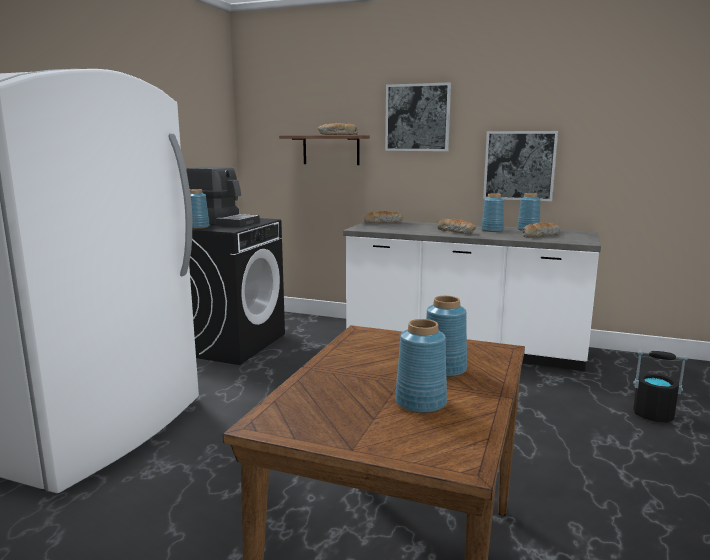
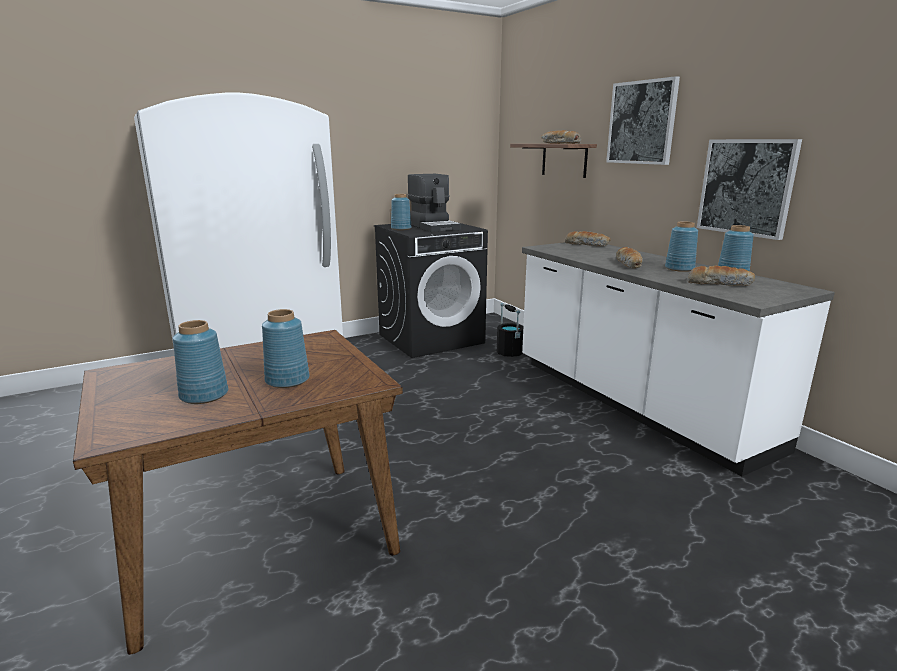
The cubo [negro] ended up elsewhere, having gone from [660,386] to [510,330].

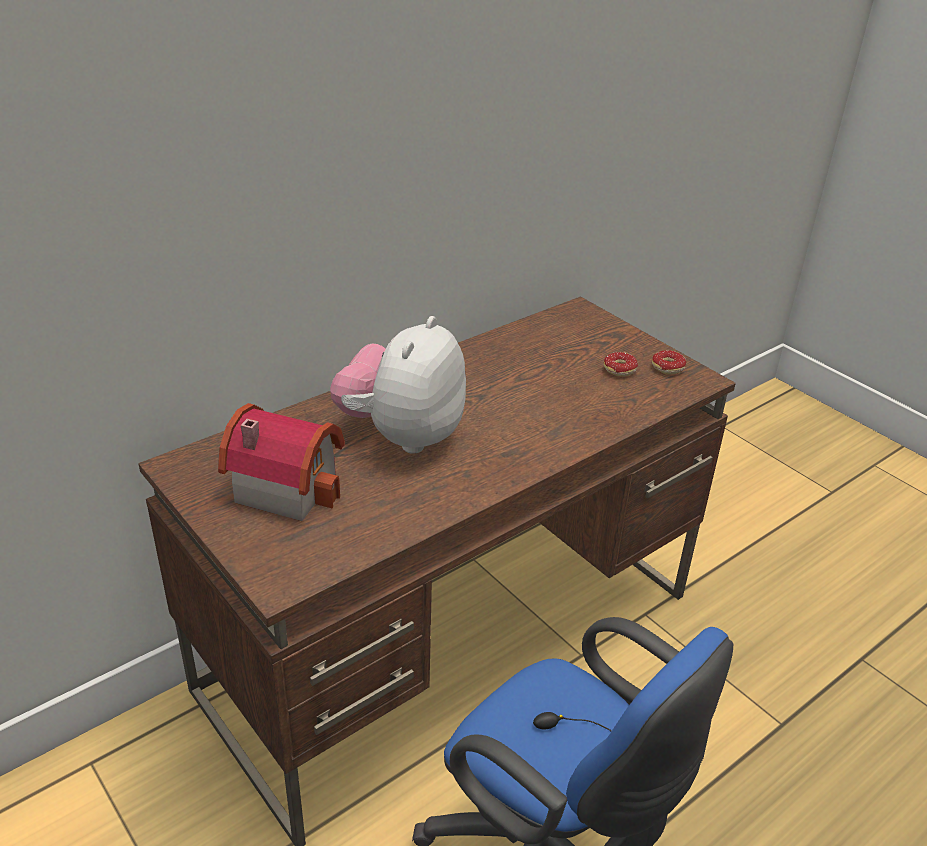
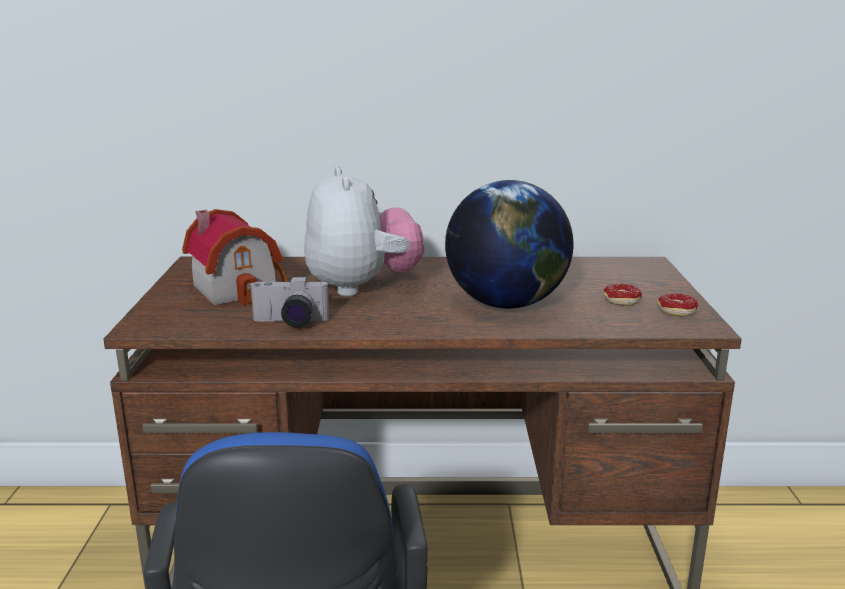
The second view gained the cámara at [289,302].
The peluche at [398,385] ended up facing another way, 105 degrees clockwise from before.
The second view gained the globo terráqueo at [509,244].

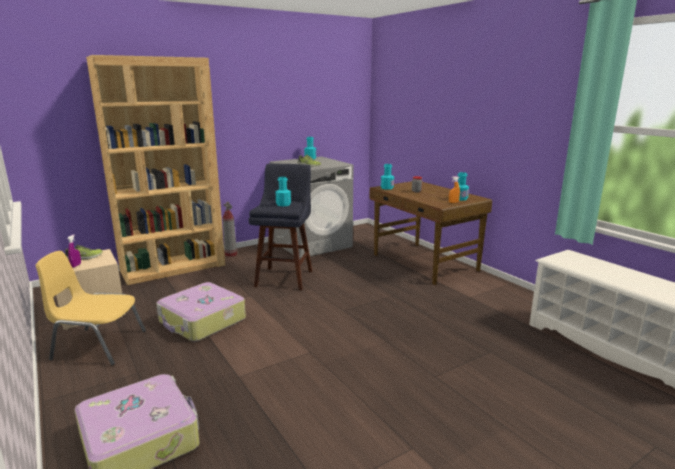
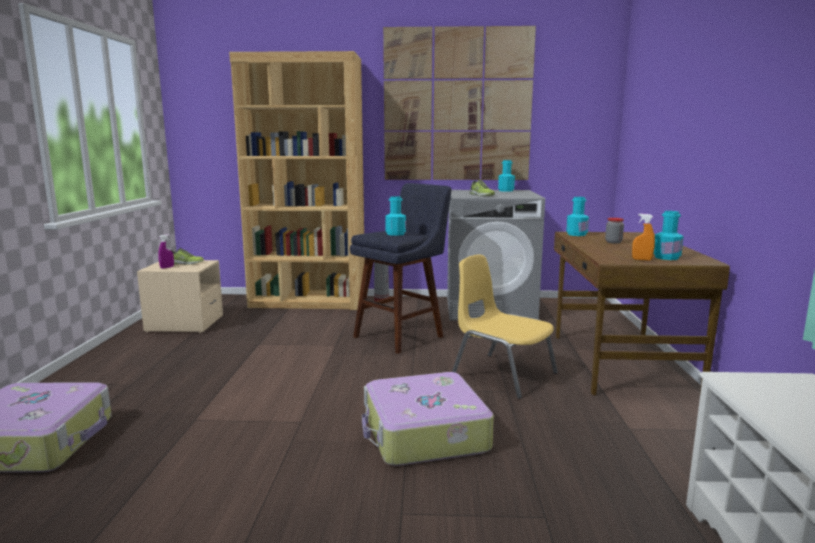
The maleta ended up elsewhere, having gone from [201,312] to [428,419].
The second view gained the cuadro at [459,103].
The silla [amarillo] ended up elsewhere, having gone from [91,308] to [505,326].

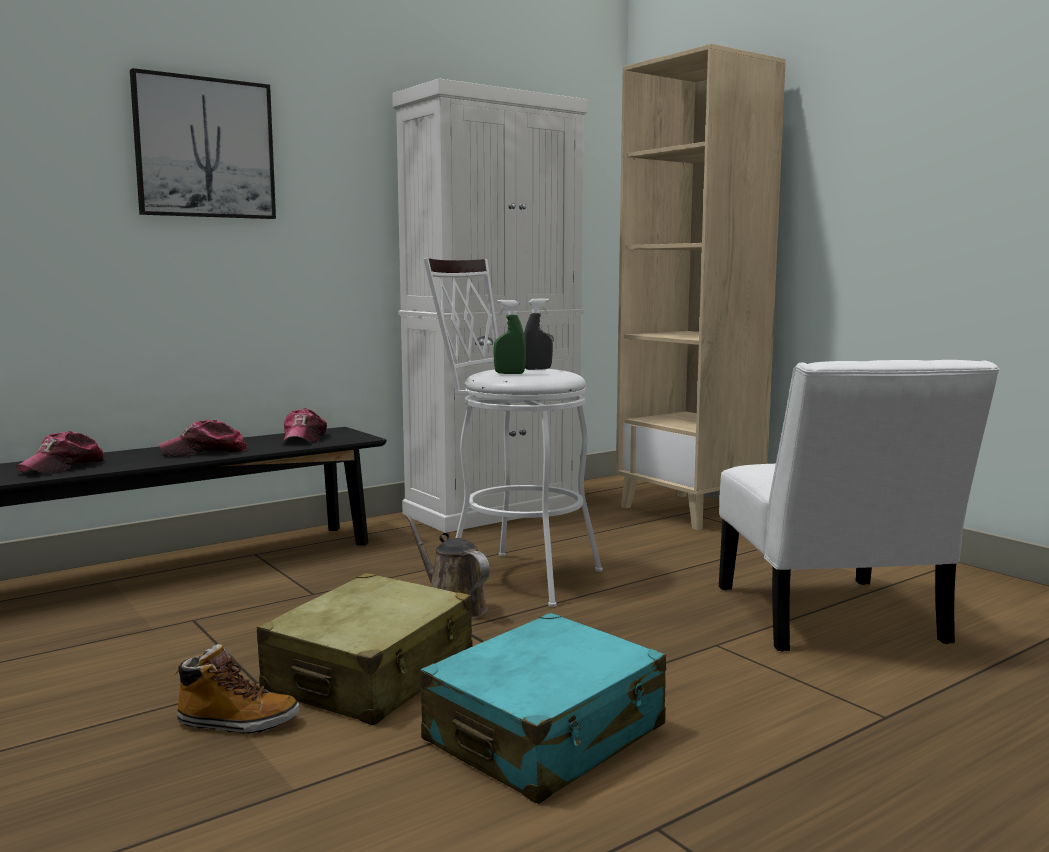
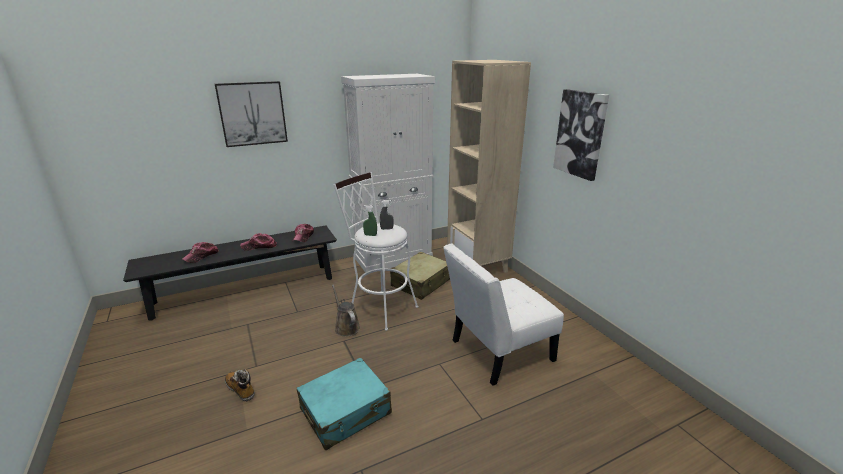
The bota at [237,689] ended up facing another way, 150 degrees counterclockwise from before.
The maleta [beis] ended up elsewhere, having gone from [365,649] to [420,276].
The silla [blanco] at [859,505] ended up facing another way, 60 degrees clockwise from before.
The second view gained the cuadro at [581,135].

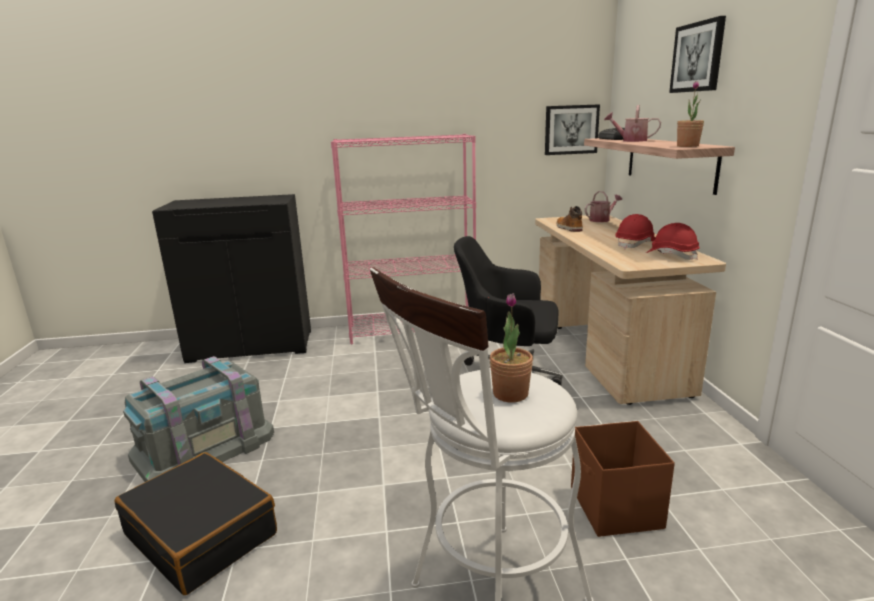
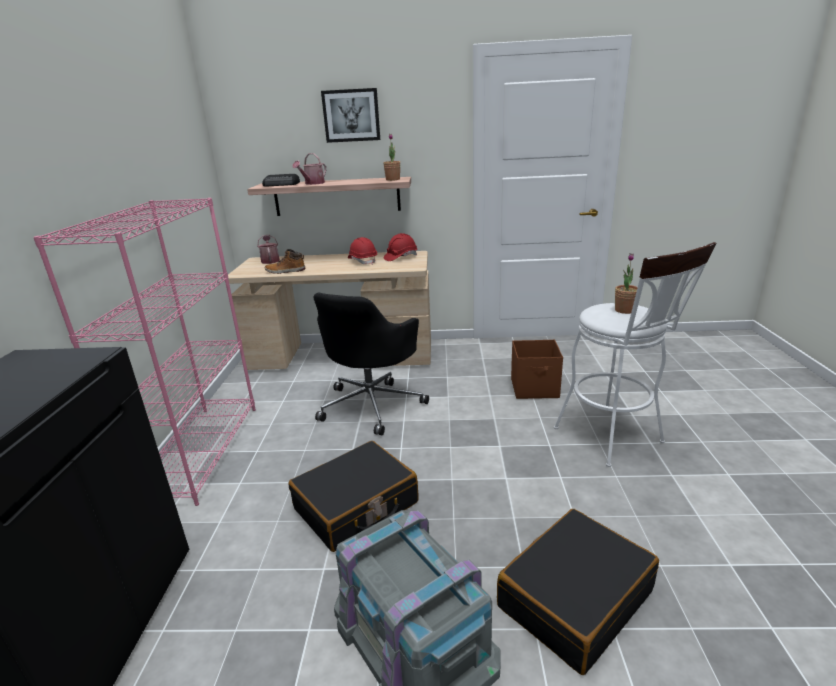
The second view gained the maleta [negro] at [353,496].
The second view lost the cuadro at [572,129].

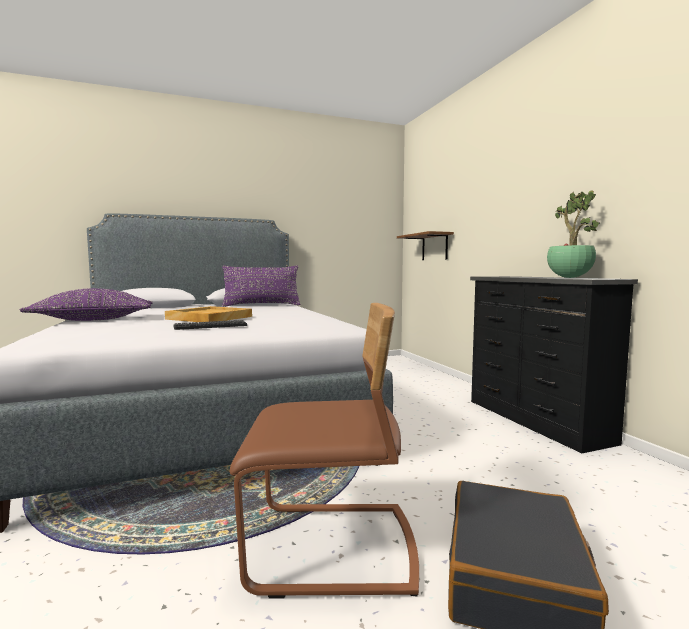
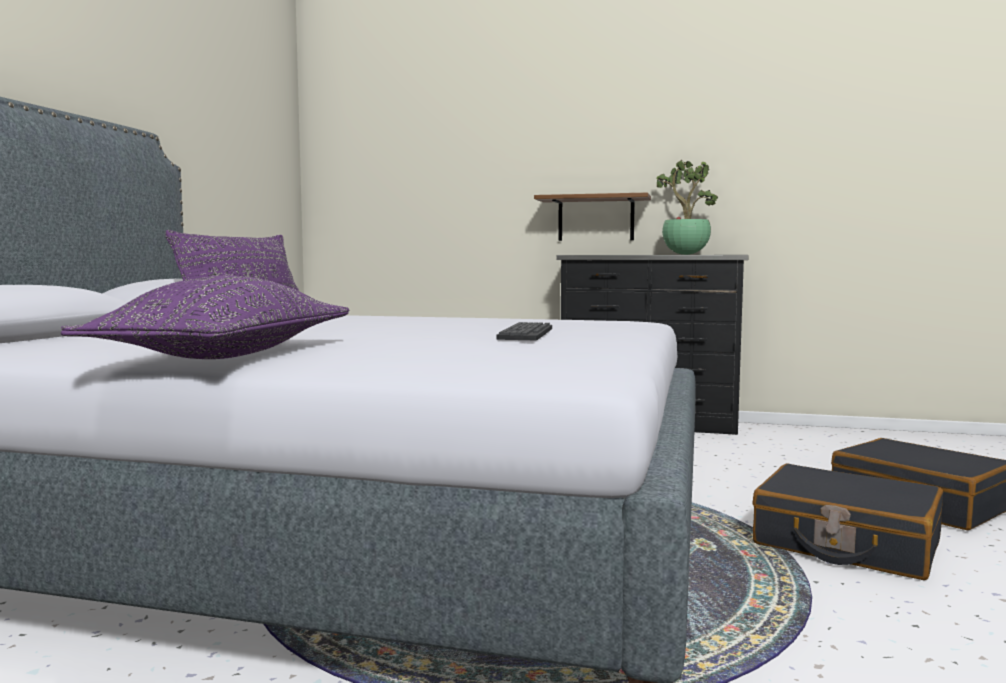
The estante ended up elsewhere, having gone from [425,245] to [592,216].
Where the silla [marrón] stood at [324,451], the maleta [negro] came to stand at [847,521].
The second view lost the bandeja [beis] at [208,314].

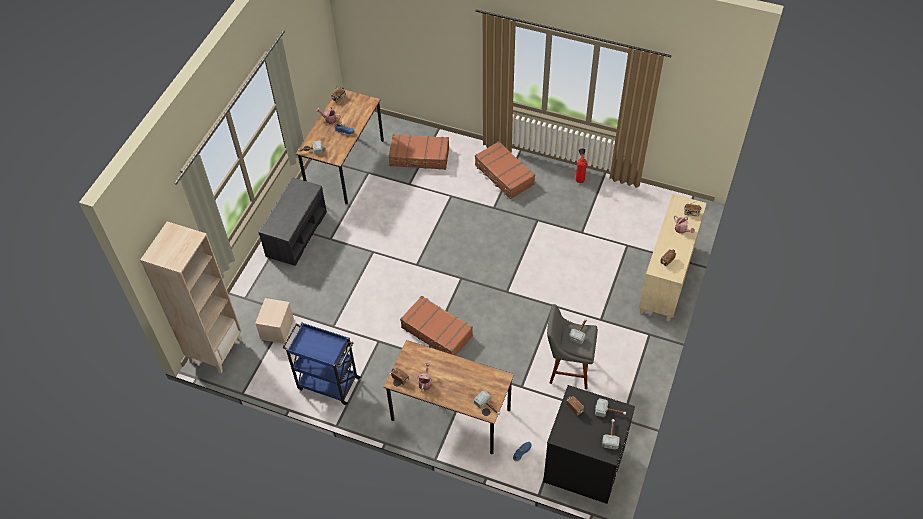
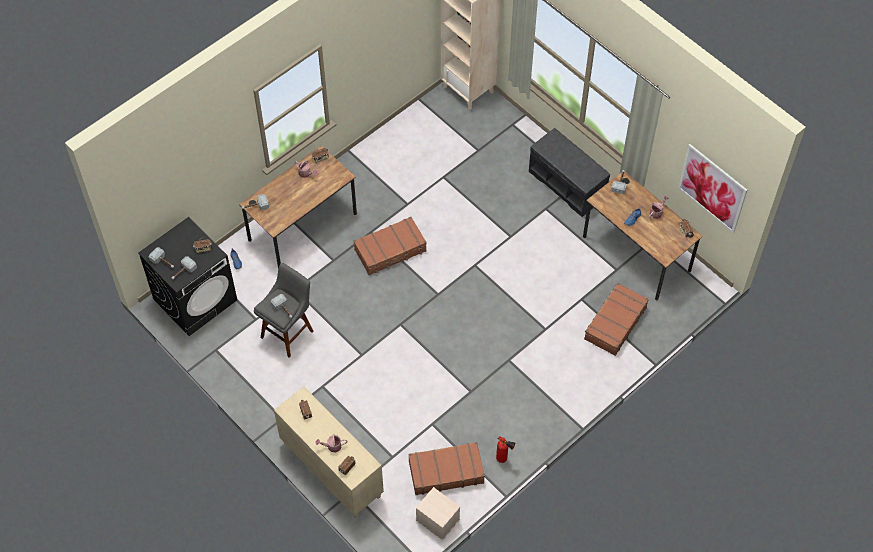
The maleta [marrón] ended up elsewhere, having gone from [505,170] to [447,468].
The caja de almacenaje [beis] ended up elsewhere, having gone from [274,321] to [438,513].
The second view gained the cuadro at [712,188].
The second view lost the carrito [azul] at [322,363].

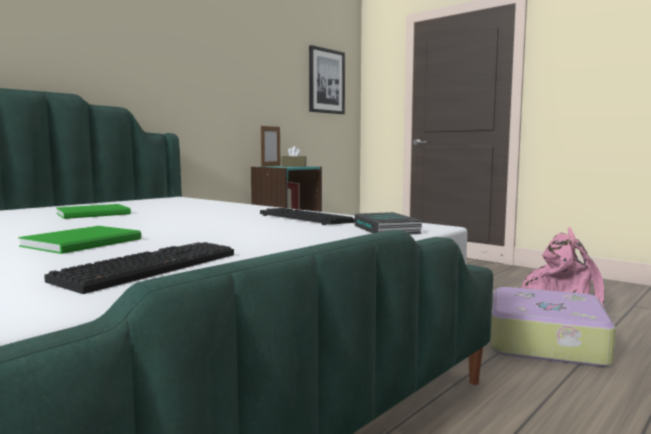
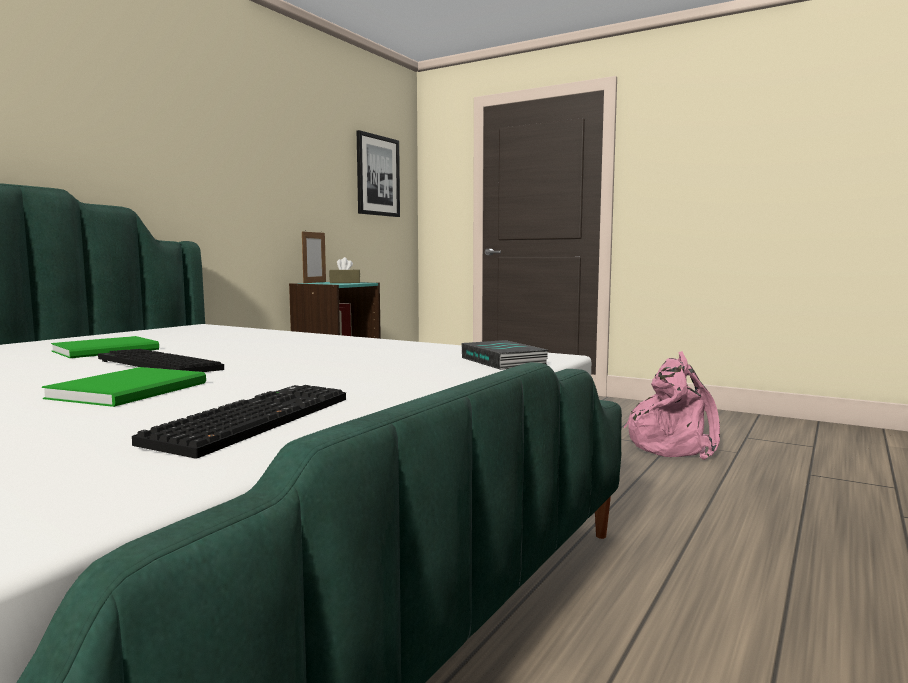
The teclado ended up elsewhere, having gone from [307,216] to [161,360].
The second view lost the maleta at [553,327].

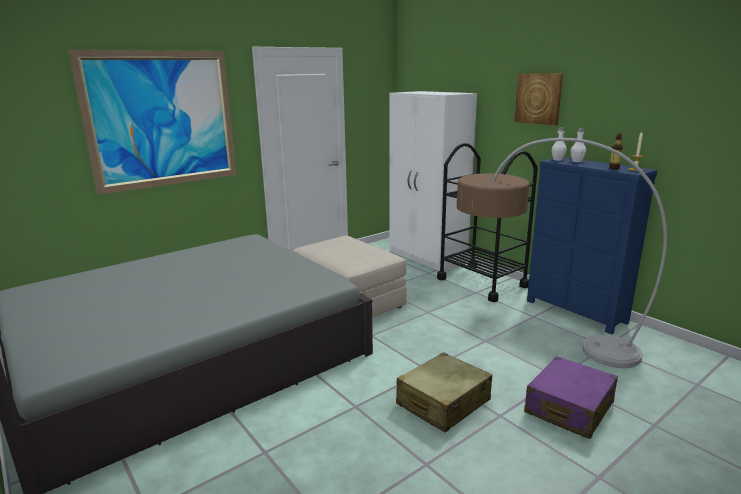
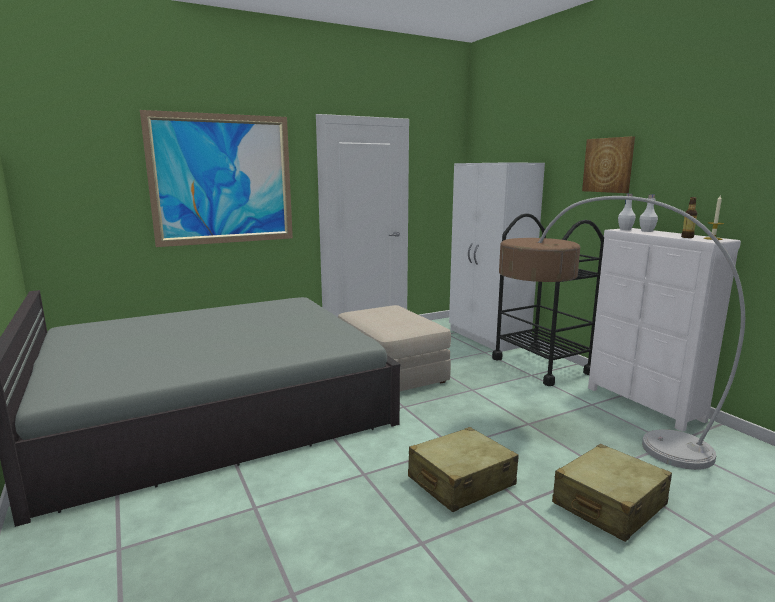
What was the maleta [morado] at [571,397] turned into the maleta [beis] at [612,493].
What was the cómoda [azul] at [592,245] turned into the cómoda [blanco] at [664,330].

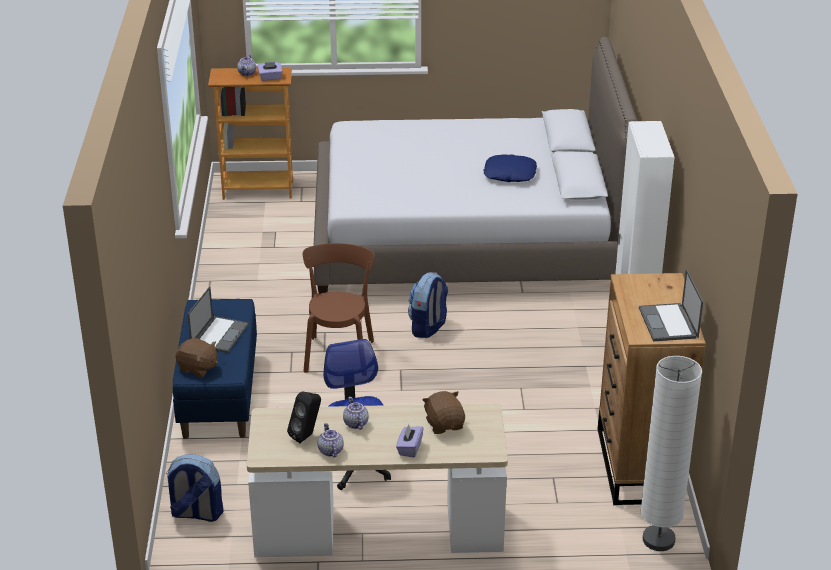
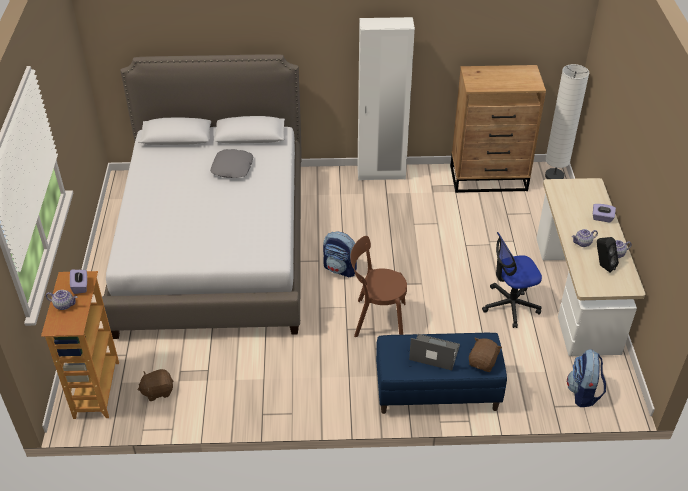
The peluche [marrón] ended up elsewhere, having gone from [443,412] to [155,385].
What was the cojín [azul] at [510,168] turned into the cojín [gris] at [232,163].
The second view lost the portátil at [671,305].

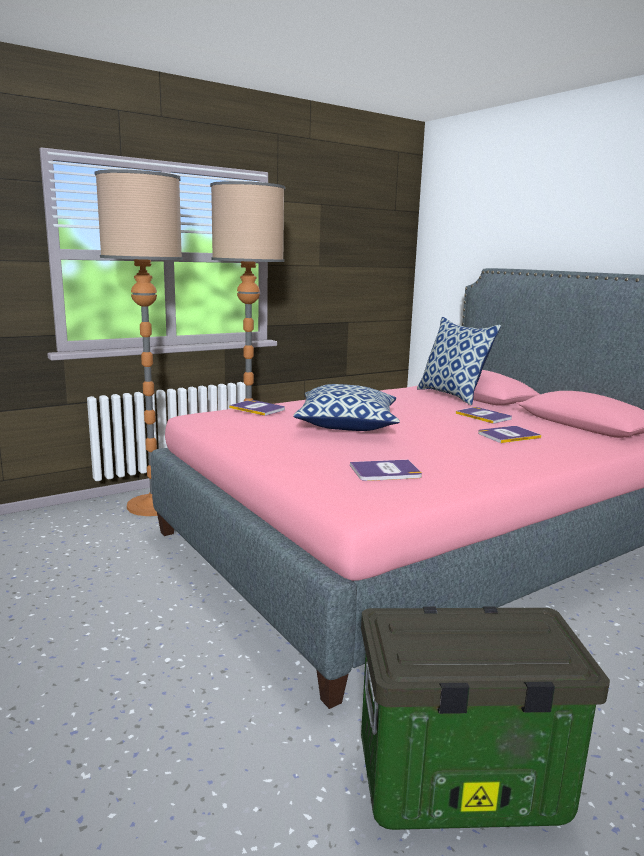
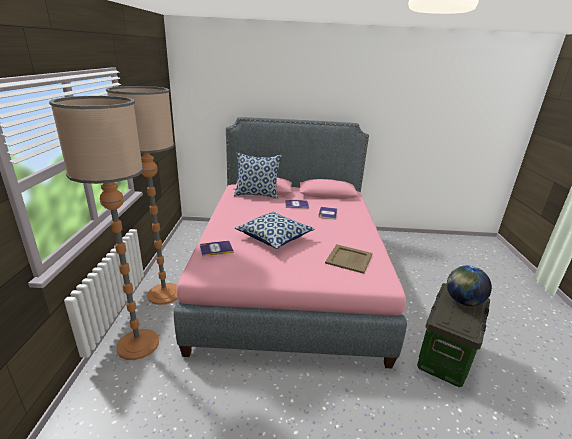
Where the libro stood at [386,470], the bandeja [beis] came to stand at [349,259].
The second view gained the globo terráqueo at [469,286].

